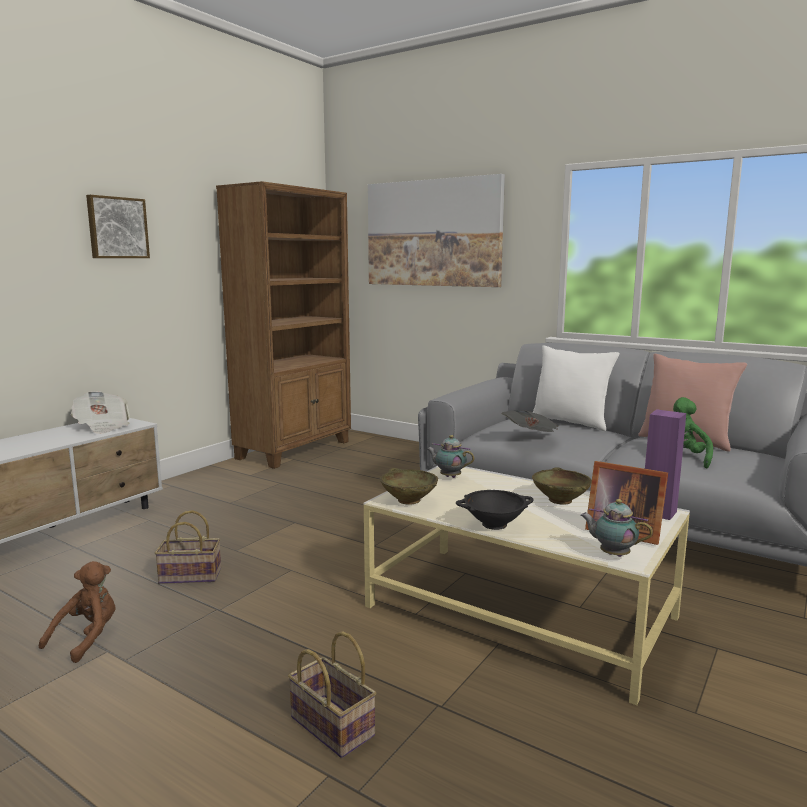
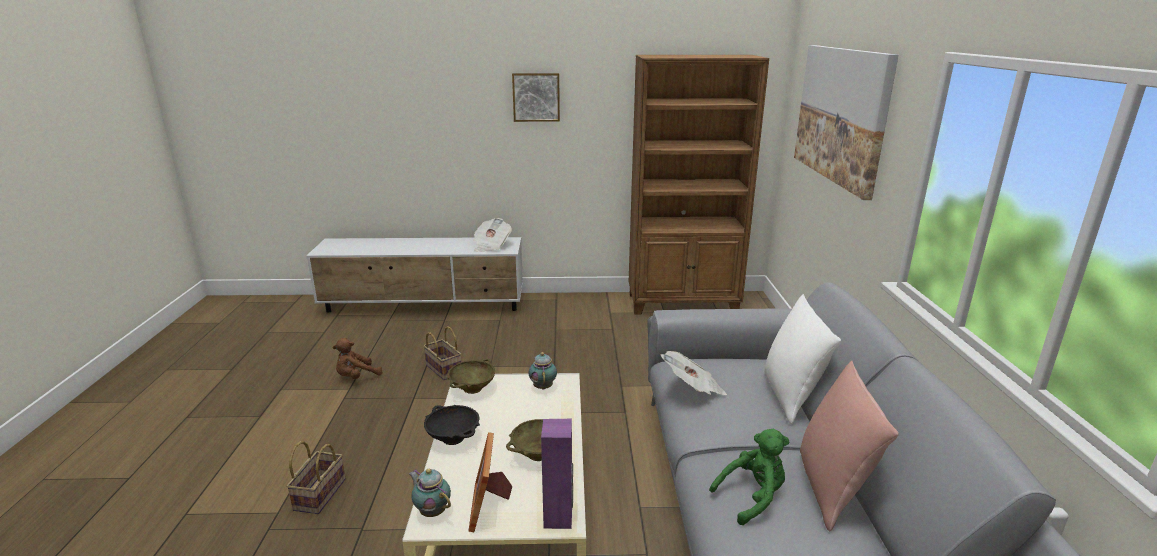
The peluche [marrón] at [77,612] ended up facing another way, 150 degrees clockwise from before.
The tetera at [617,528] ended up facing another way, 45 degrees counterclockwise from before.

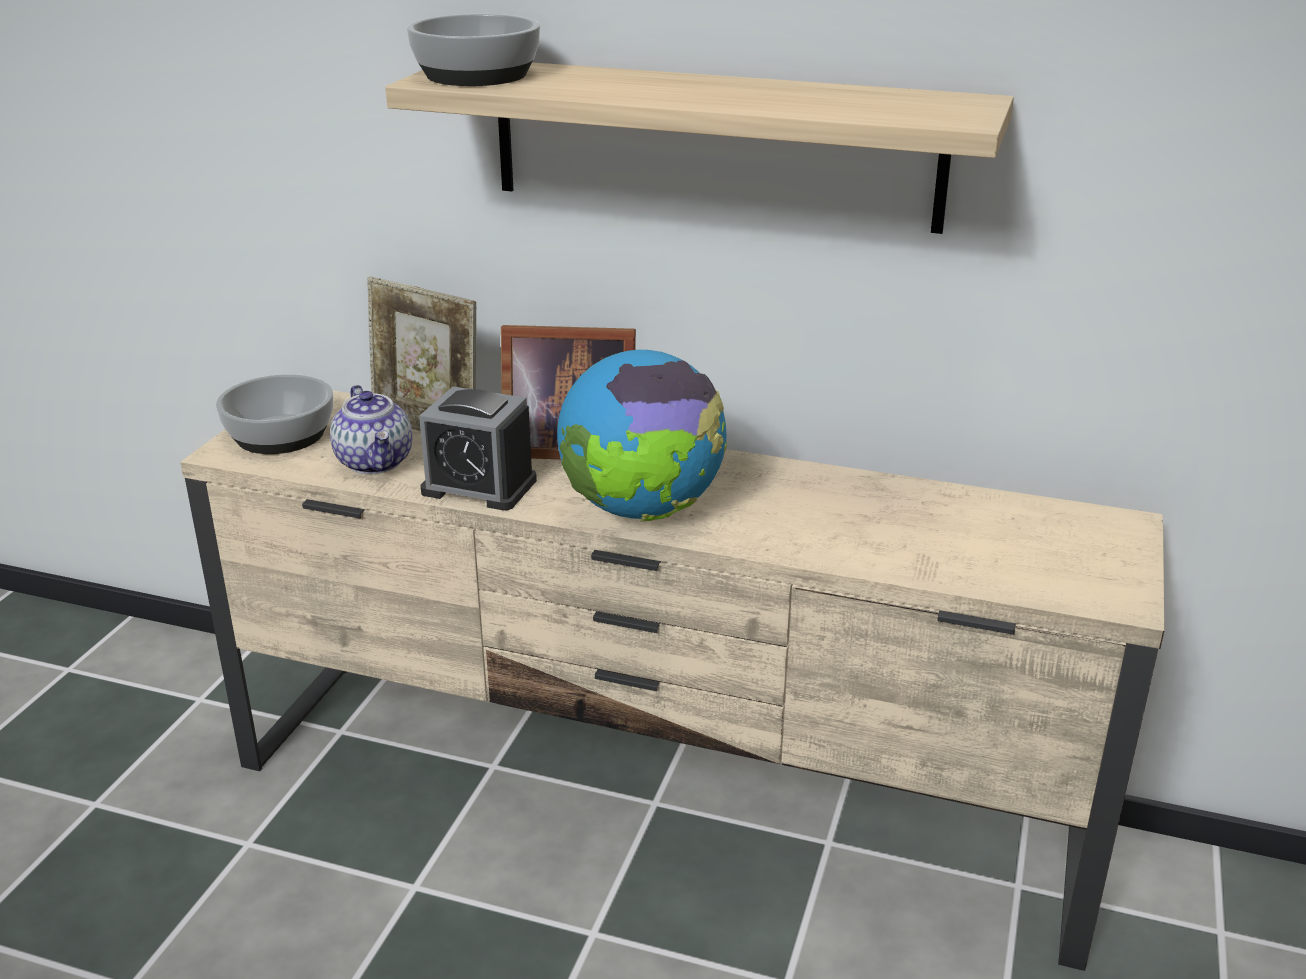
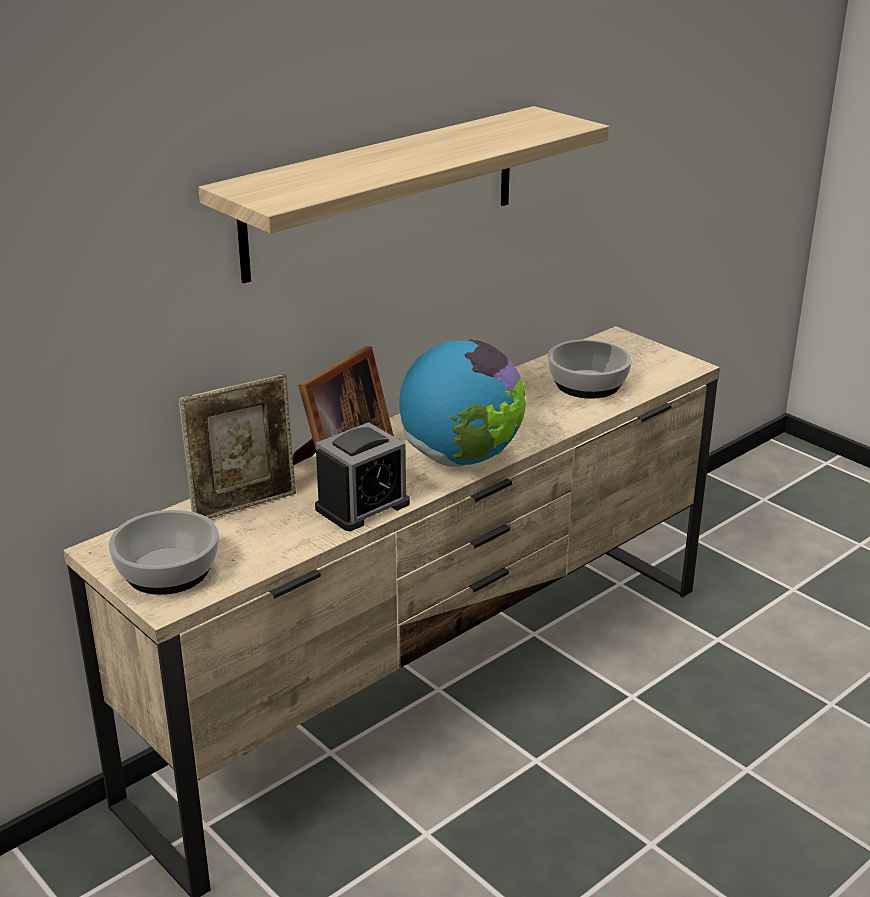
The cuenco ended up elsewhere, having gone from [473,50] to [590,369].
The second view lost the tetera at [371,429].

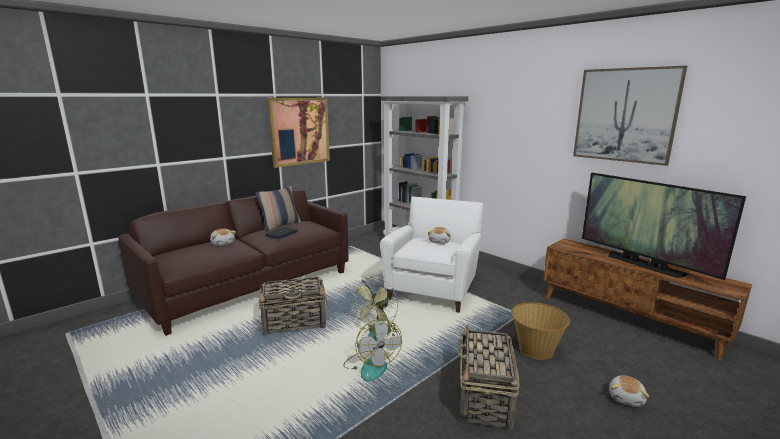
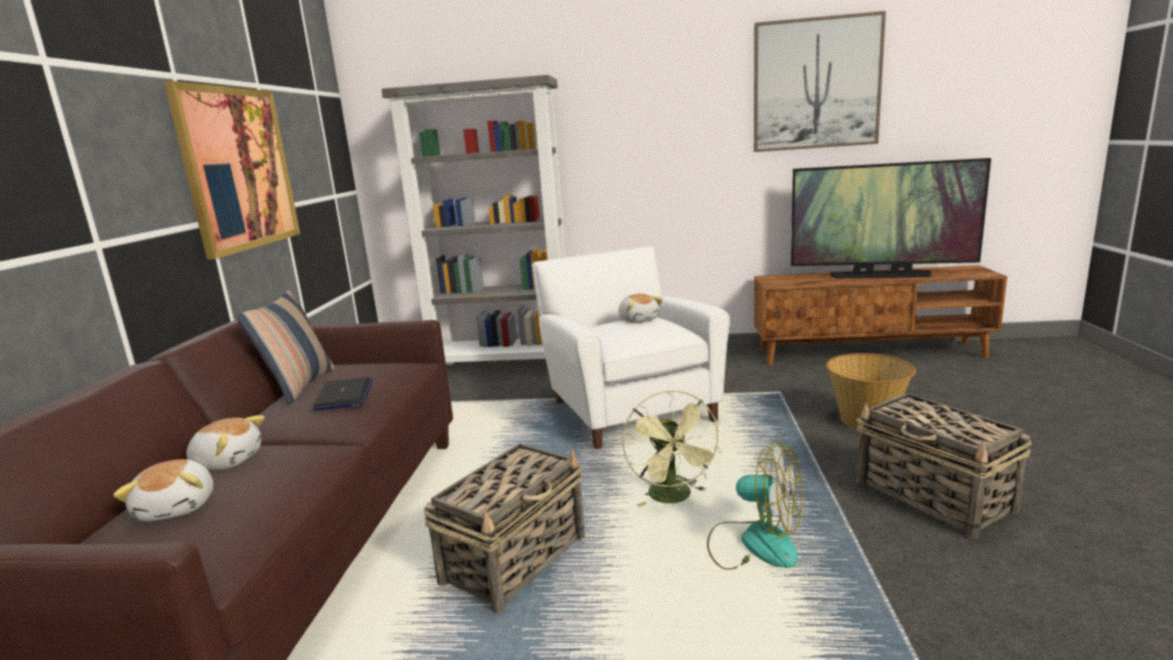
The peluche ended up elsewhere, having gone from [629,391] to [163,490].

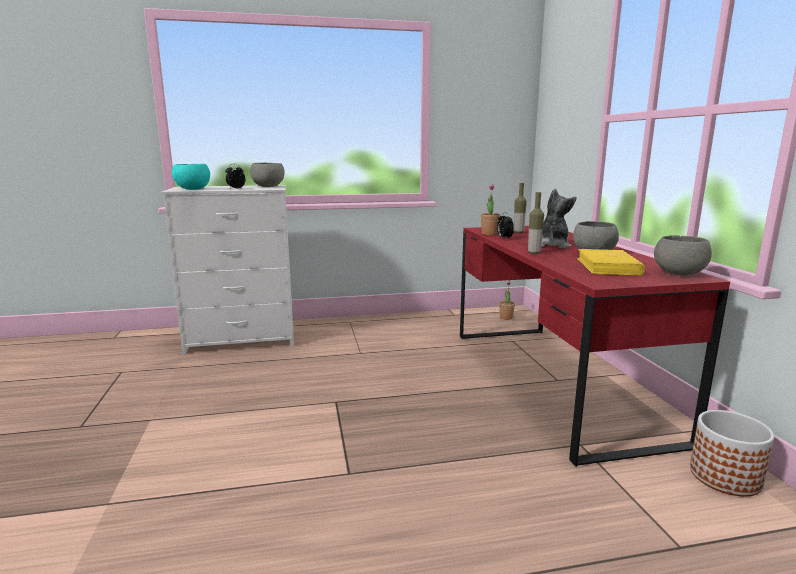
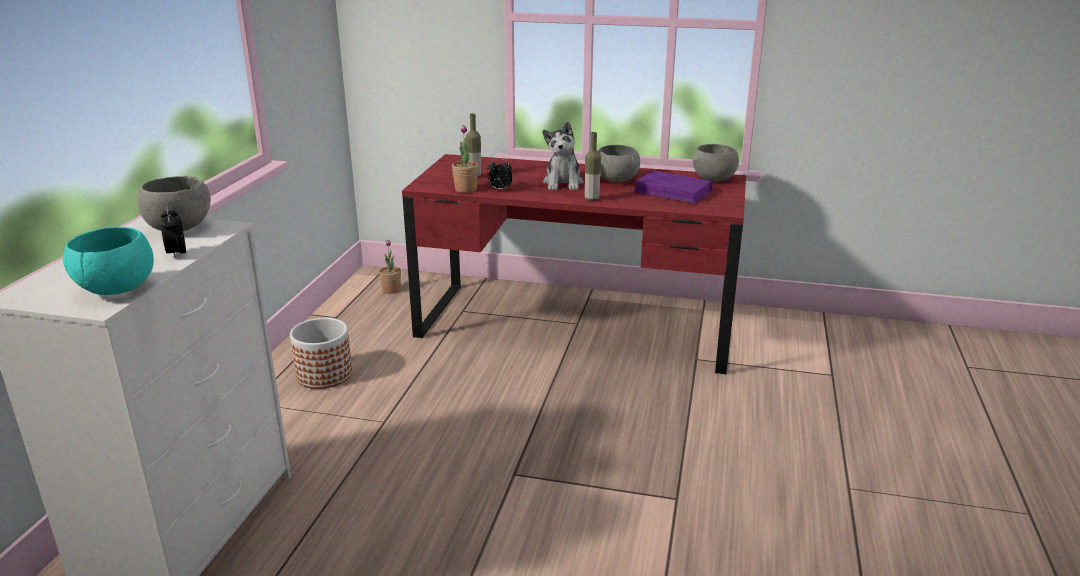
The maceta ended up elsewhere, having gone from [732,453] to [321,353].
The peluche at [558,218] ended up facing another way, 135 degrees counterclockwise from before.
What was the libro [amarillo] at [611,262] turned into the libro [morado] at [673,187].

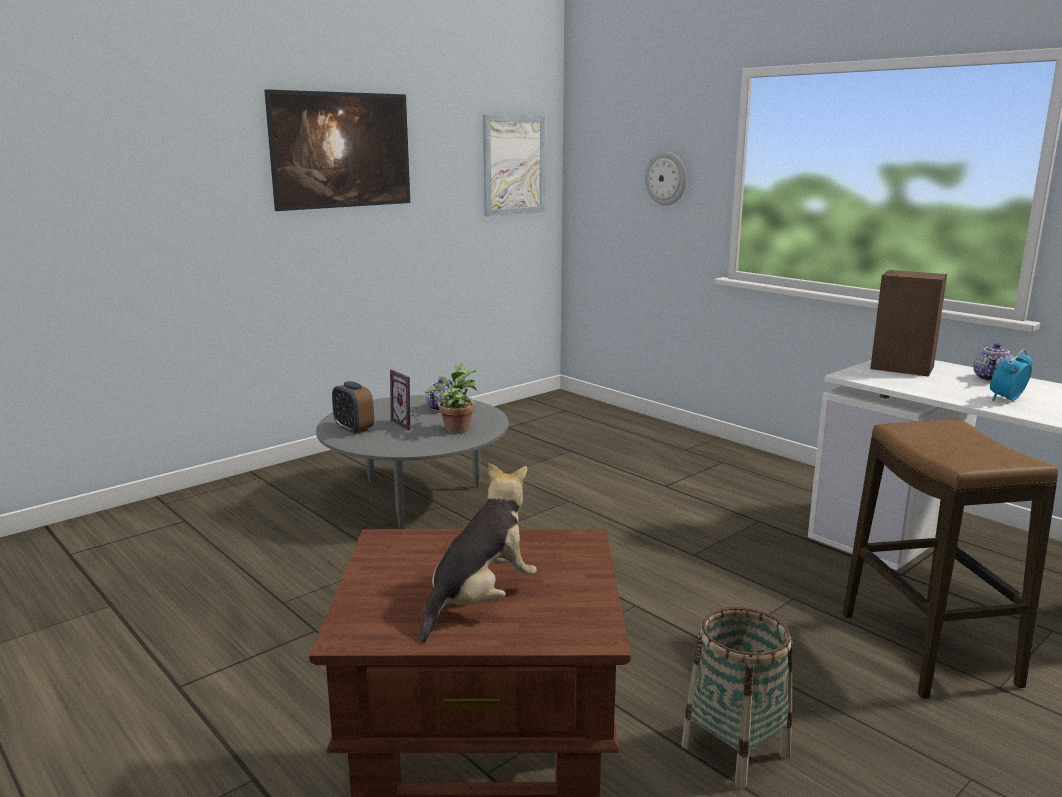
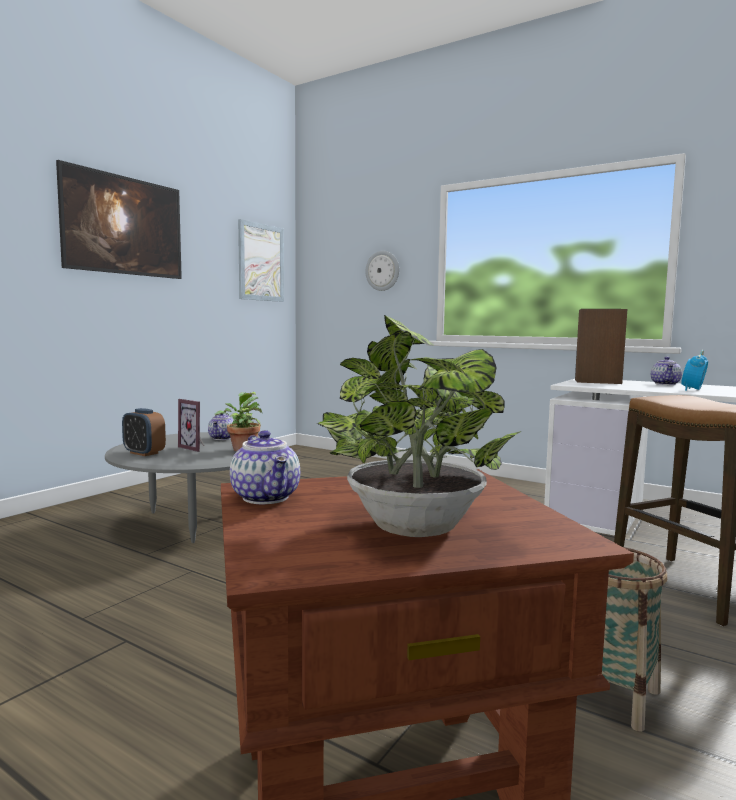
The second view gained the tetera at [265,467].
Where the peluche stood at [478,552], the planta en maceta came to stand at [419,426].

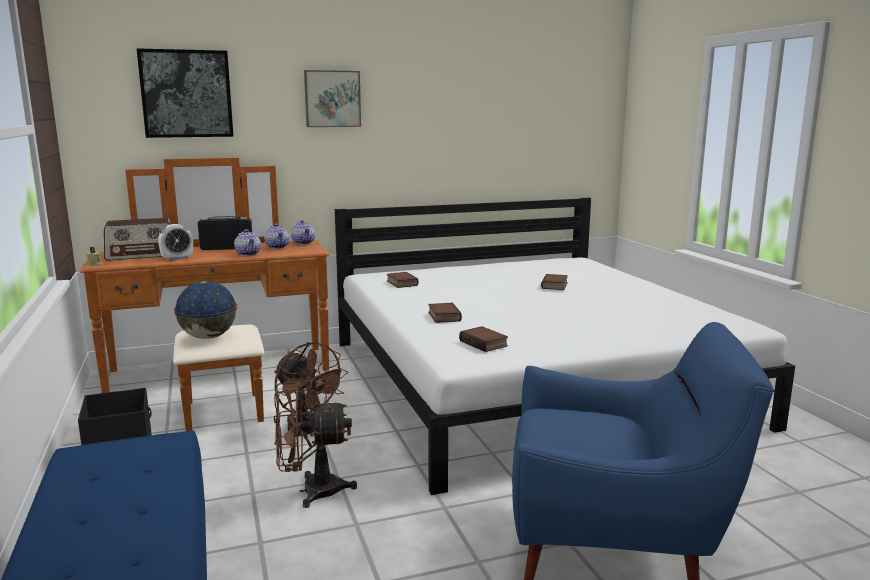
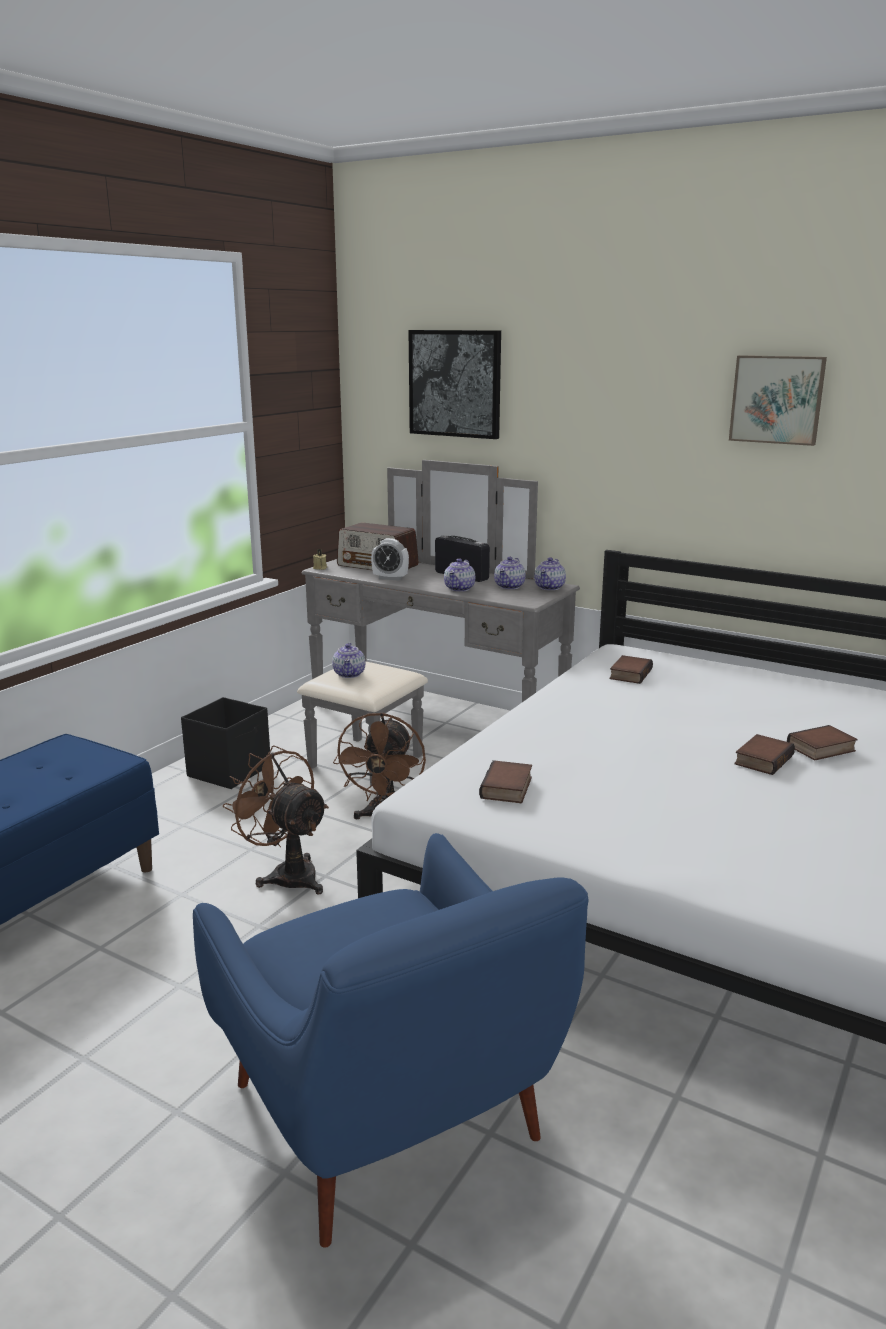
What was the cómoda [marrón] at [204,294] turned into the cómoda [gris] at [438,623].
Where the globo terráqueo stood at [205,310], the tetera came to stand at [348,660].
The cuadro ended up elsewhere, having gone from [332,98] to [778,400].
The libro ended up elsewhere, having gone from [445,313] to [764,754].

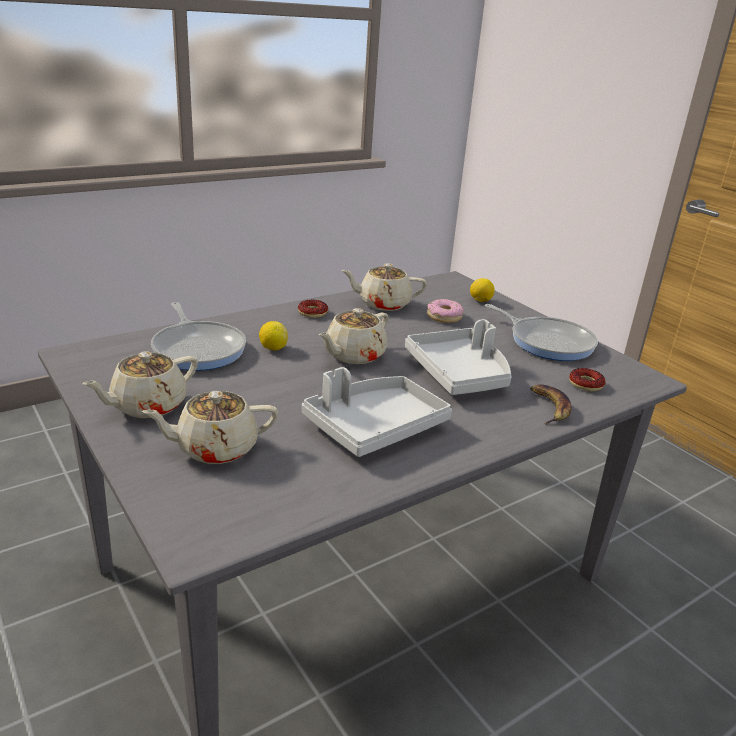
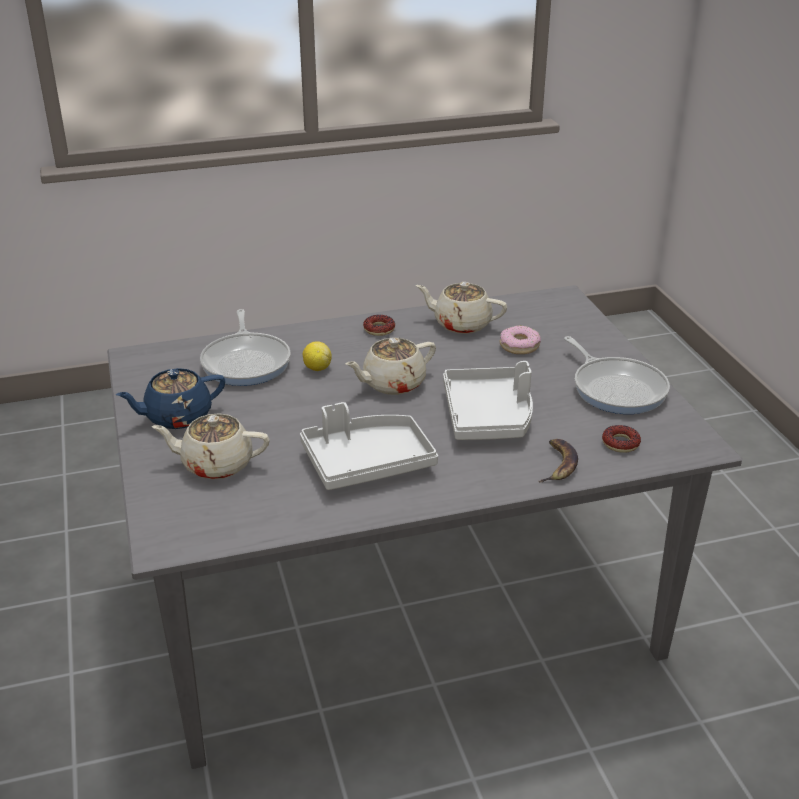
What was the tetera [beis] at [140,384] turned into the tetera [azul] at [170,398].
The second view lost the limón at [482,290].

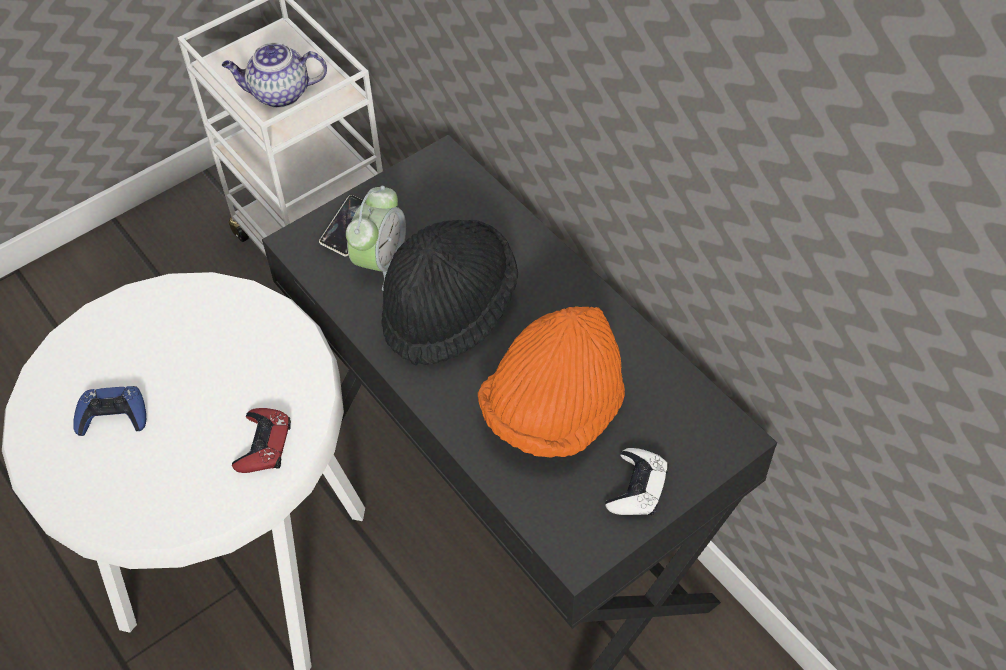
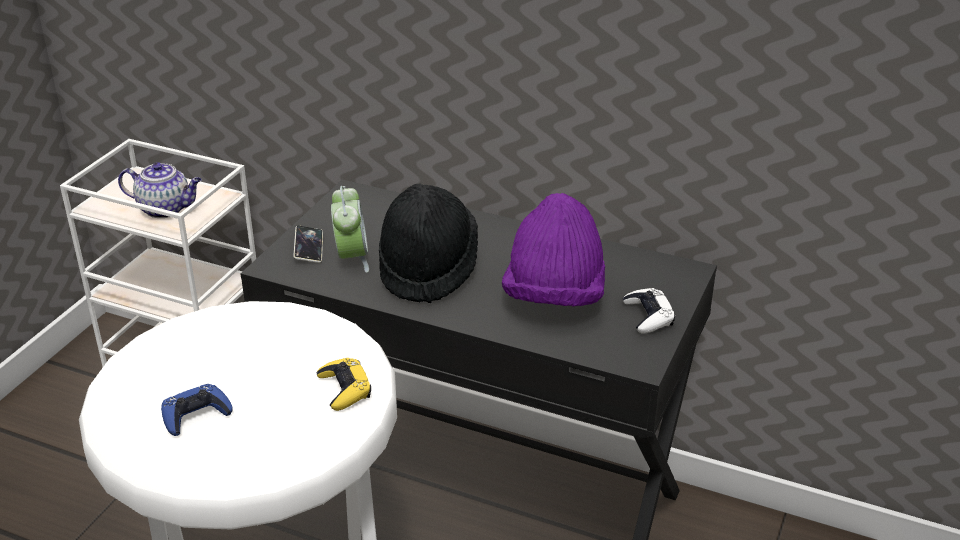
The tetera at [274,75] ended up facing another way, 135 degrees counterclockwise from before.
What was the mando de consola [rojo] at [261,440] turned into the mando de consola [amarillo] at [344,384].
What was the sombrero [naranja] at [551,382] turned into the sombrero [morado] at [553,249].

